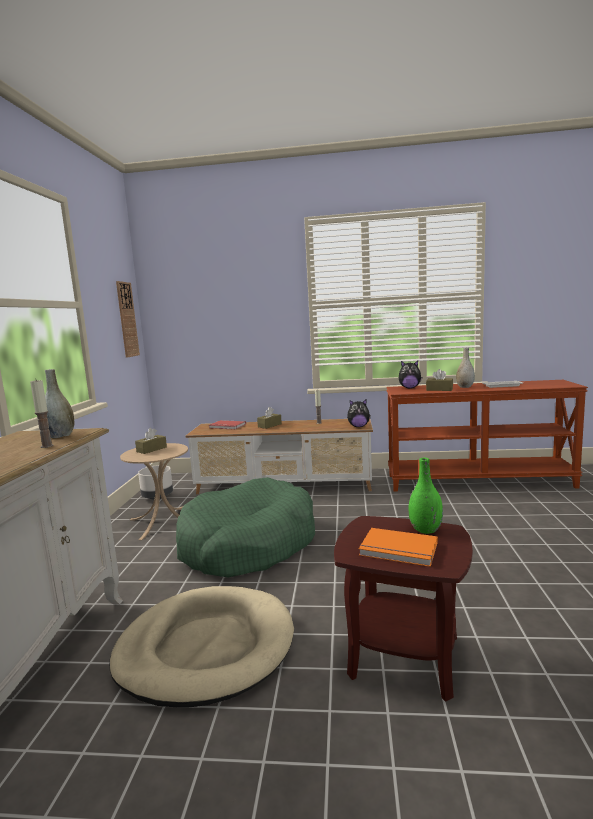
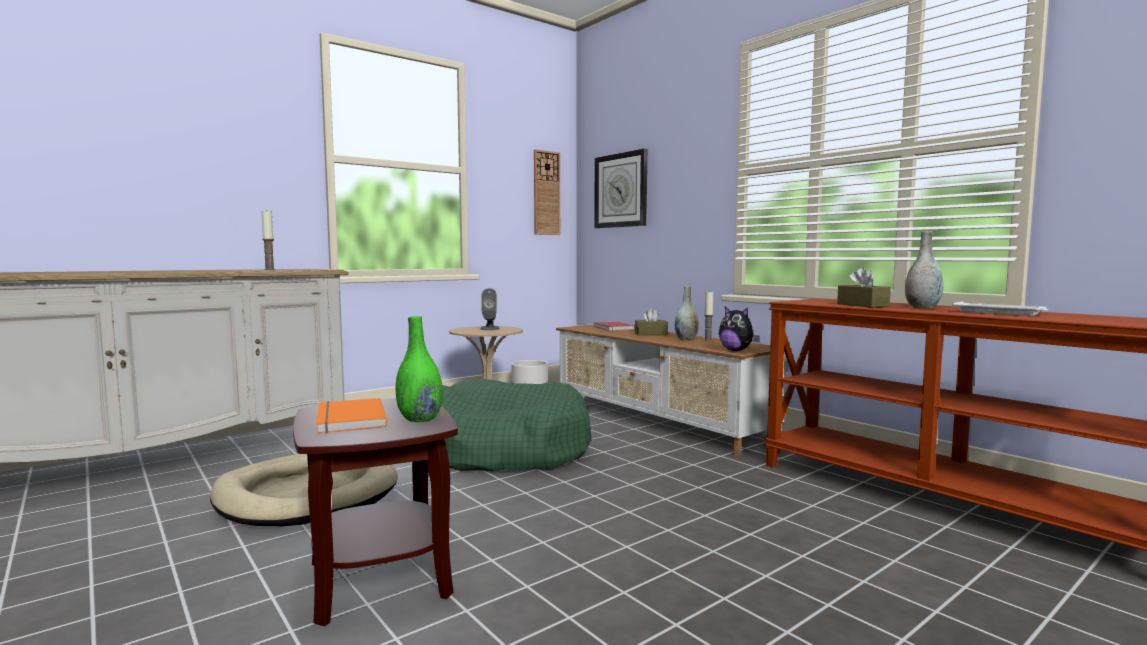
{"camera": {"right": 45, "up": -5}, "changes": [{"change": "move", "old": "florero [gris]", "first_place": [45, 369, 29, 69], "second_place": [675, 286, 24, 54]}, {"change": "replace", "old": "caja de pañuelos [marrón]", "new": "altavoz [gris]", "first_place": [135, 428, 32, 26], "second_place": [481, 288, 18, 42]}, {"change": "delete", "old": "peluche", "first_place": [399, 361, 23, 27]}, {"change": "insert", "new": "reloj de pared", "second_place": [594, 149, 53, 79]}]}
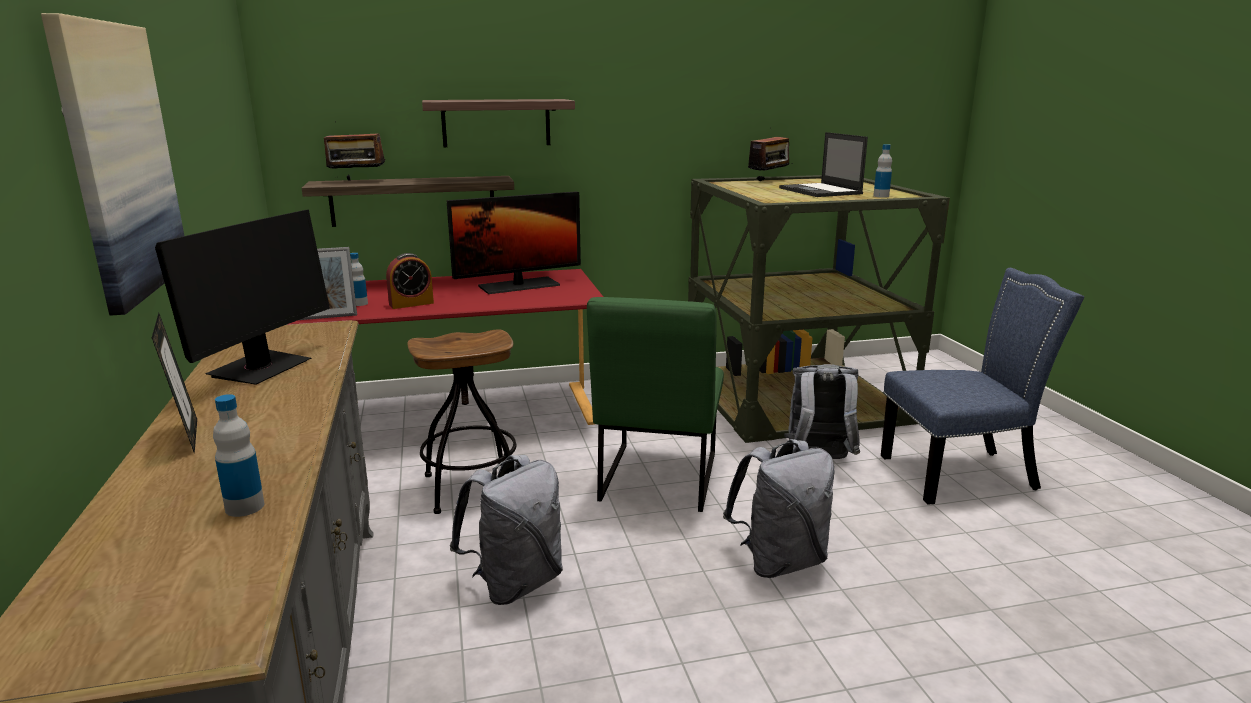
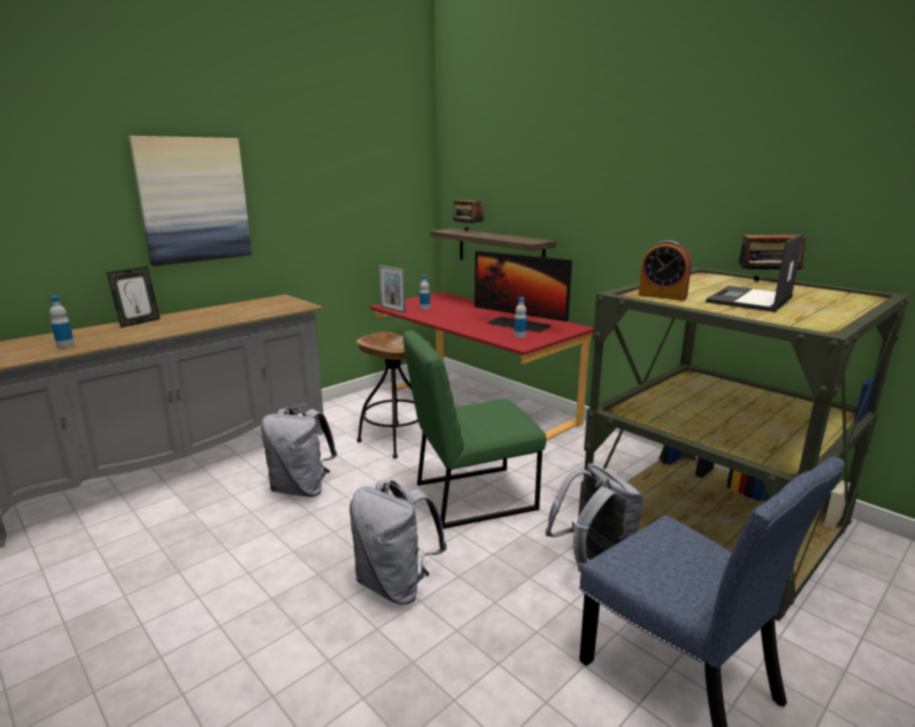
{"camera": {"right": 60, "up": 0}, "changes": [{"change": "delete", "old": "monitor", "first_place": [155, 210, 175, 175]}, {"change": "move", "old": "despertador", "first_place": [386, 253, 48, 56], "second_place": [639, 240, 52, 61]}, {"change": "delete", "old": "estante", "first_place": [422, 99, 153, 48]}, {"change": "move", "old": "botella", "first_place": [873, 144, 19, 54], "second_place": [514, 297, 13, 41]}]}
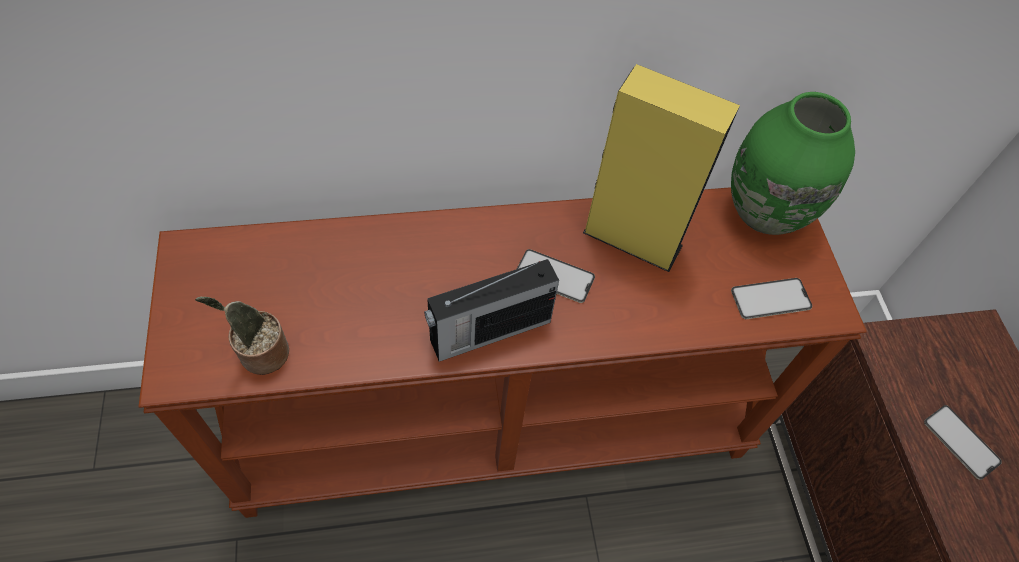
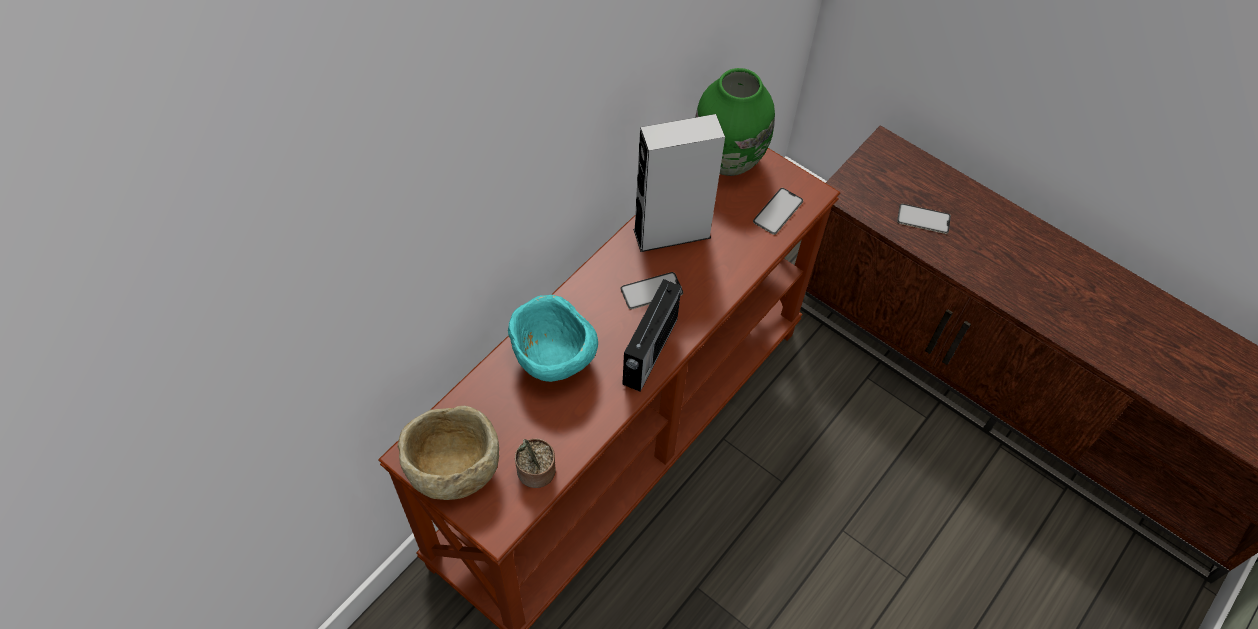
{"camera": {"right": -40, "up": 0}, "changes": [{"change": "recolor", "old": "altavoz [amarillo]", "new": "altavoz [gris]", "first_place": [583, 64, 157, 208], "second_place": [633, 114, 92, 138]}, {"change": "insert", "new": "cuenco [beis]", "second_place": [398, 406, 101, 94]}, {"change": "insert", "new": "cuenco [turquesa]", "second_place": [508, 295, 90, 87]}]}
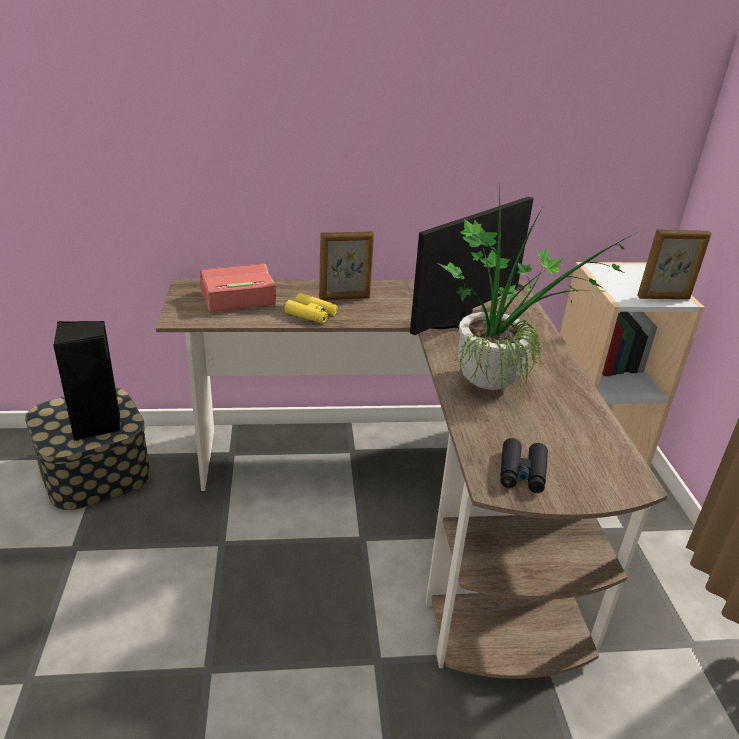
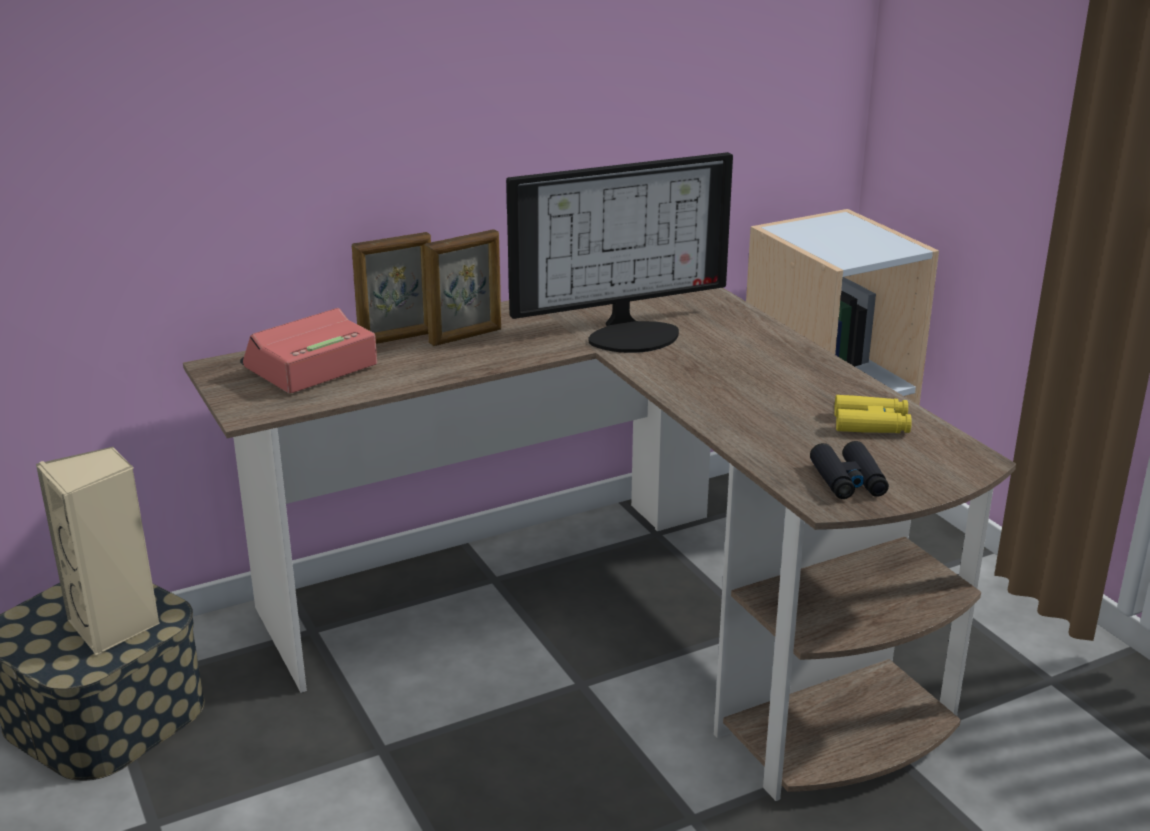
{"camera": {"right": -20, "up": -5}, "changes": [{"change": "recolor", "old": "altavoz [negro]", "new": "altavoz [beis]", "first_place": [53, 321, 67, 120], "second_place": [36, 447, 123, 209]}, {"change": "move", "old": "prismáticos [amarillo]", "first_place": [284, 293, 53, 30], "second_place": [834, 395, 78, 38]}, {"change": "rotate", "old": "monitor", "first_place": [410, 197, 123, 138], "second_place": [506, 152, 227, 201], "degrees": -135}, {"change": "delete", "old": "planta en maceta", "first_place": [437, 181, 195, 214]}, {"change": "move", "old": "portarretratos", "first_place": [637, 229, 75, 70], "second_place": [352, 232, 79, 112]}]}
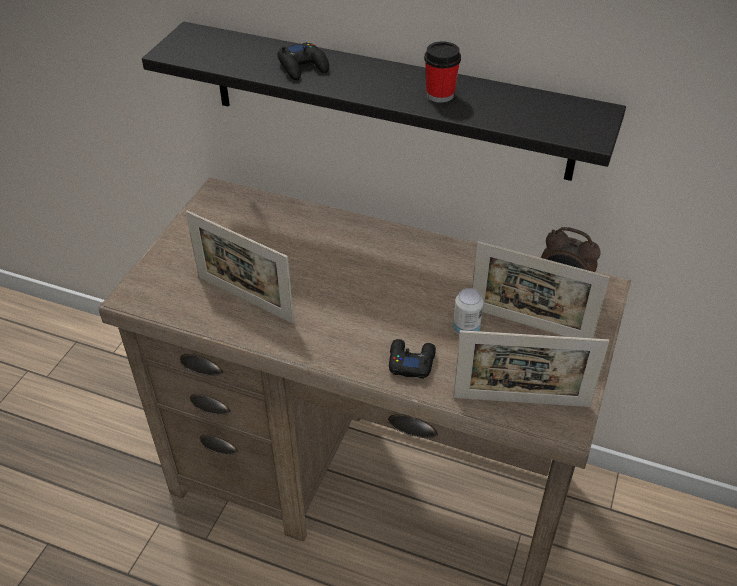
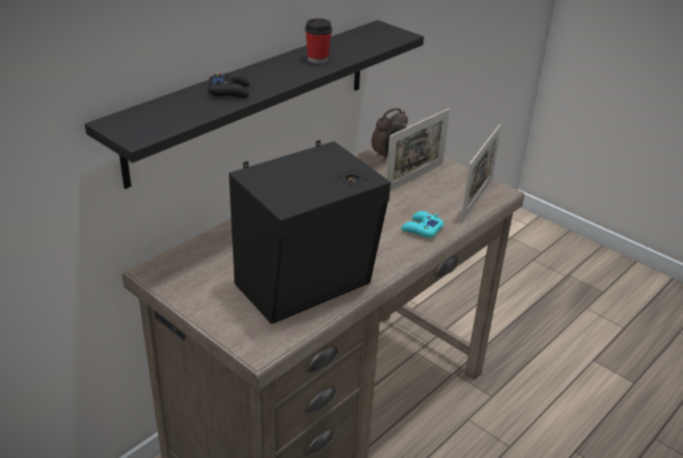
{"camera": {"right": -70, "up": -10}, "changes": [{"change": "replace", "old": "portarretratos", "new": "altavoz [negro]", "first_place": [185, 210, 109, 113], "second_place": [229, 140, 162, 184]}, {"change": "recolor", "old": "mando de consola [negro]", "new": "mando de consola [turquesa]", "first_place": [389, 339, 47, 40], "second_place": [402, 211, 42, 27]}, {"change": "delete", "old": "lata", "first_place": [453, 288, 31, 46]}]}
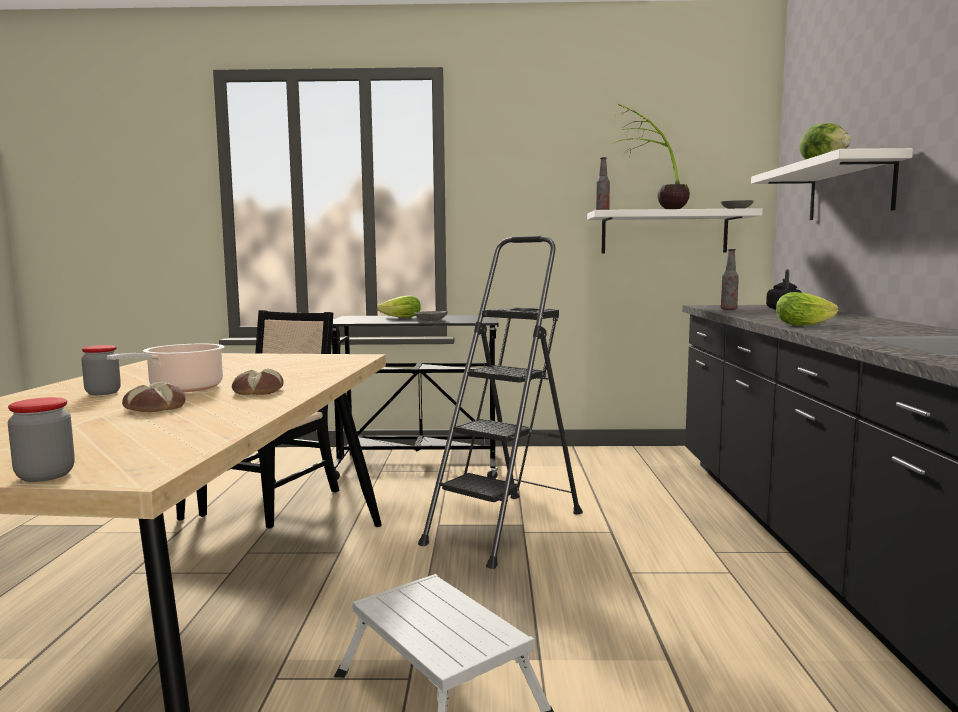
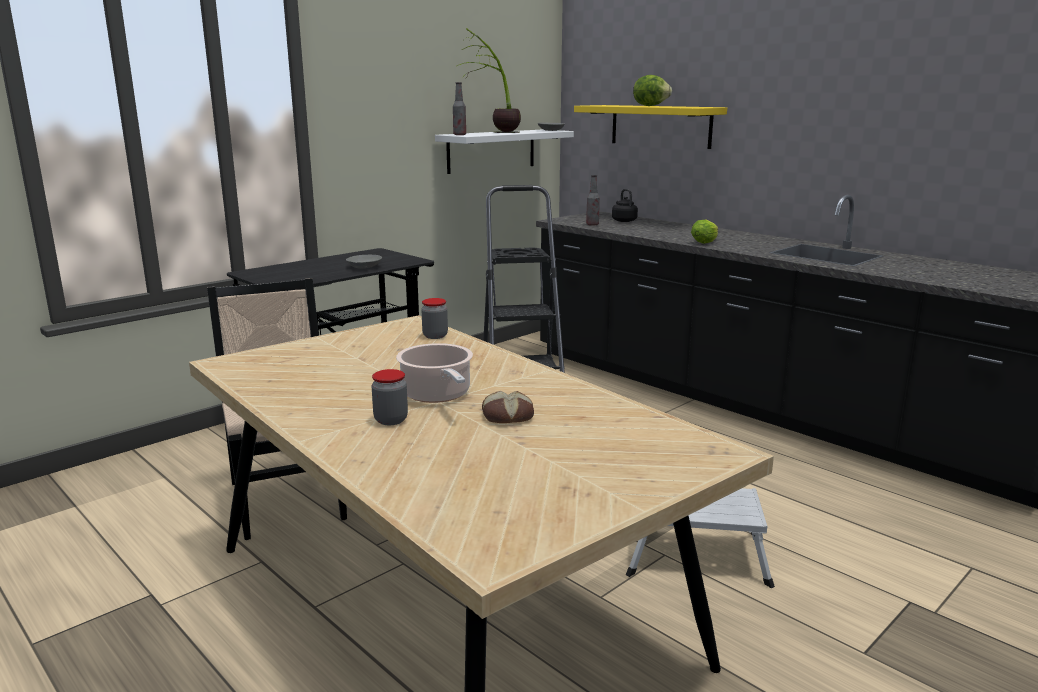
{"camera": {"right": -45, "up": 10}, "changes": [{"change": "move", "old": "tarro", "first_place": [8, 397, 67, 85], "second_place": [421, 298, 27, 41]}, {"change": "delete", "old": "pan", "first_place": [232, 368, 52, 27]}, {"change": "delete", "old": "lechuga", "first_place": [377, 296, 44, 22]}, {"change": "recolor", "old": "estante [blanco]", "new": "estante [amarillo]", "first_place": [751, 148, 162, 72], "second_place": [574, 105, 153, 44]}]}
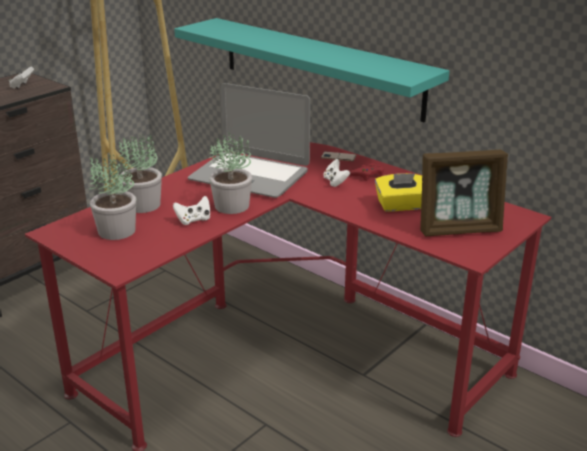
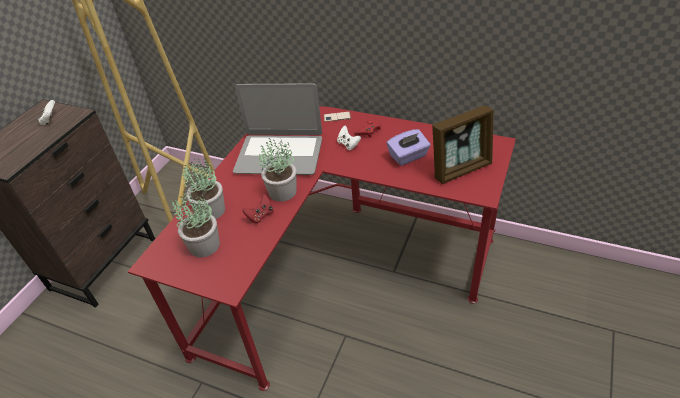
{"camera": {"right": -15, "up": 15}, "changes": [{"change": "recolor", "old": "mando de consola [blanco]", "new": "mando de consola [rojo]", "first_place": [173, 196, 37, 29], "second_place": [242, 194, 32, 30]}, {"change": "delete", "old": "estante [turquesa]", "first_place": [174, 18, 275, 105]}, {"change": "recolor", "old": "caja de pañuelos [amarillo]", "new": "caja de pañuelos [morado]", "first_place": [375, 173, 47, 39], "second_place": [387, 129, 44, 37]}]}
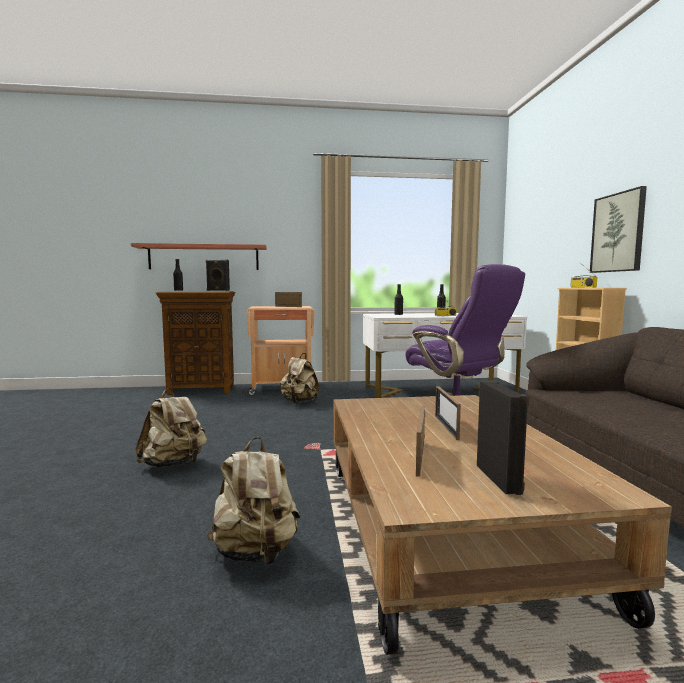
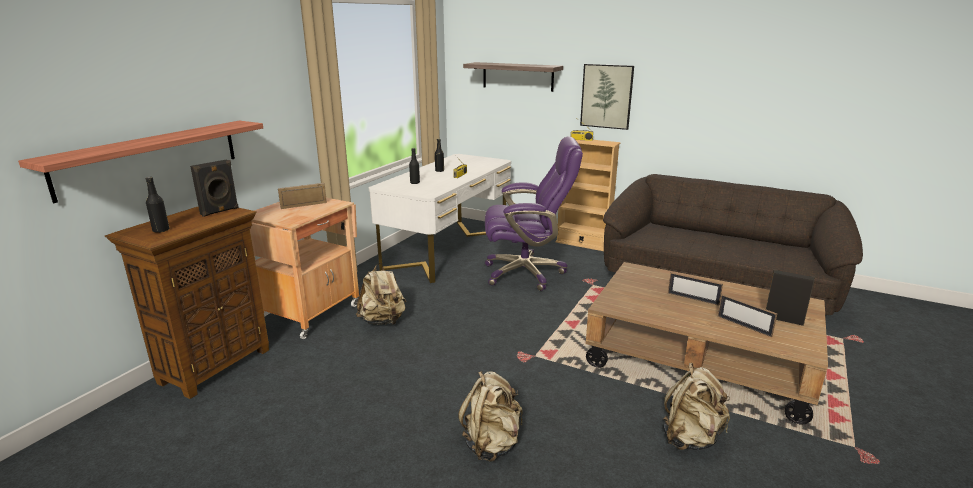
{"camera": {"right": -55, "up": 15}, "changes": [{"change": "insert", "new": "estante", "second_place": [463, 62, 100, 30]}]}
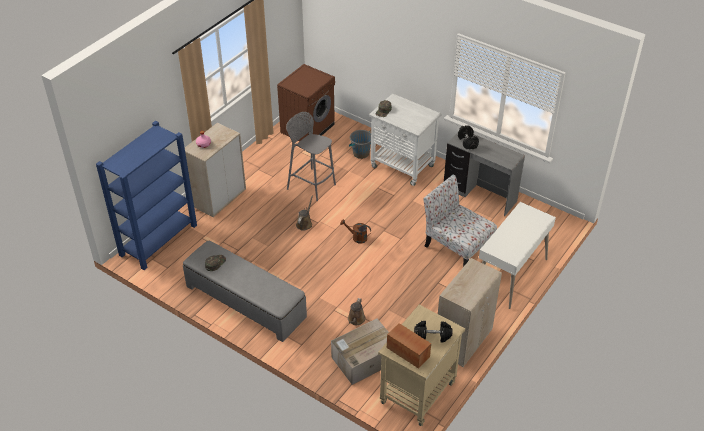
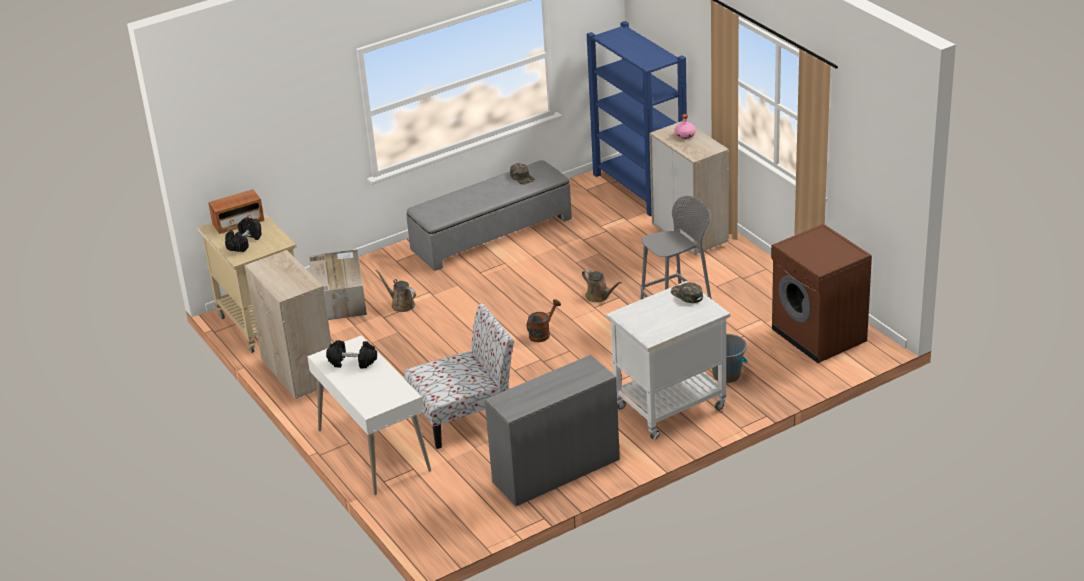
{"camera": {"right": 115, "up": -10}, "changes": [{"change": "move", "old": "mancuerna [negro]", "first_place": [458, 125, 21, 24], "second_place": [326, 340, 51, 28]}]}
